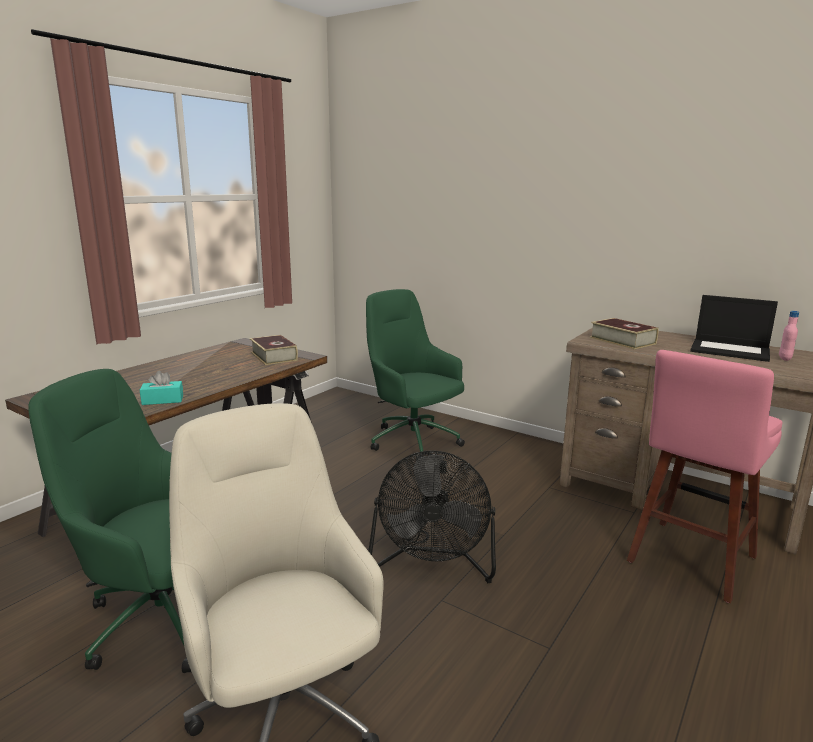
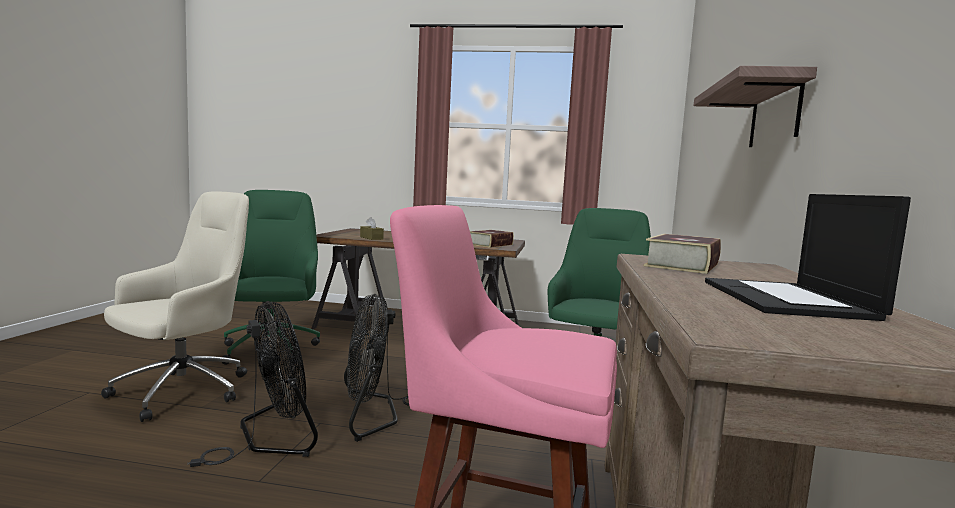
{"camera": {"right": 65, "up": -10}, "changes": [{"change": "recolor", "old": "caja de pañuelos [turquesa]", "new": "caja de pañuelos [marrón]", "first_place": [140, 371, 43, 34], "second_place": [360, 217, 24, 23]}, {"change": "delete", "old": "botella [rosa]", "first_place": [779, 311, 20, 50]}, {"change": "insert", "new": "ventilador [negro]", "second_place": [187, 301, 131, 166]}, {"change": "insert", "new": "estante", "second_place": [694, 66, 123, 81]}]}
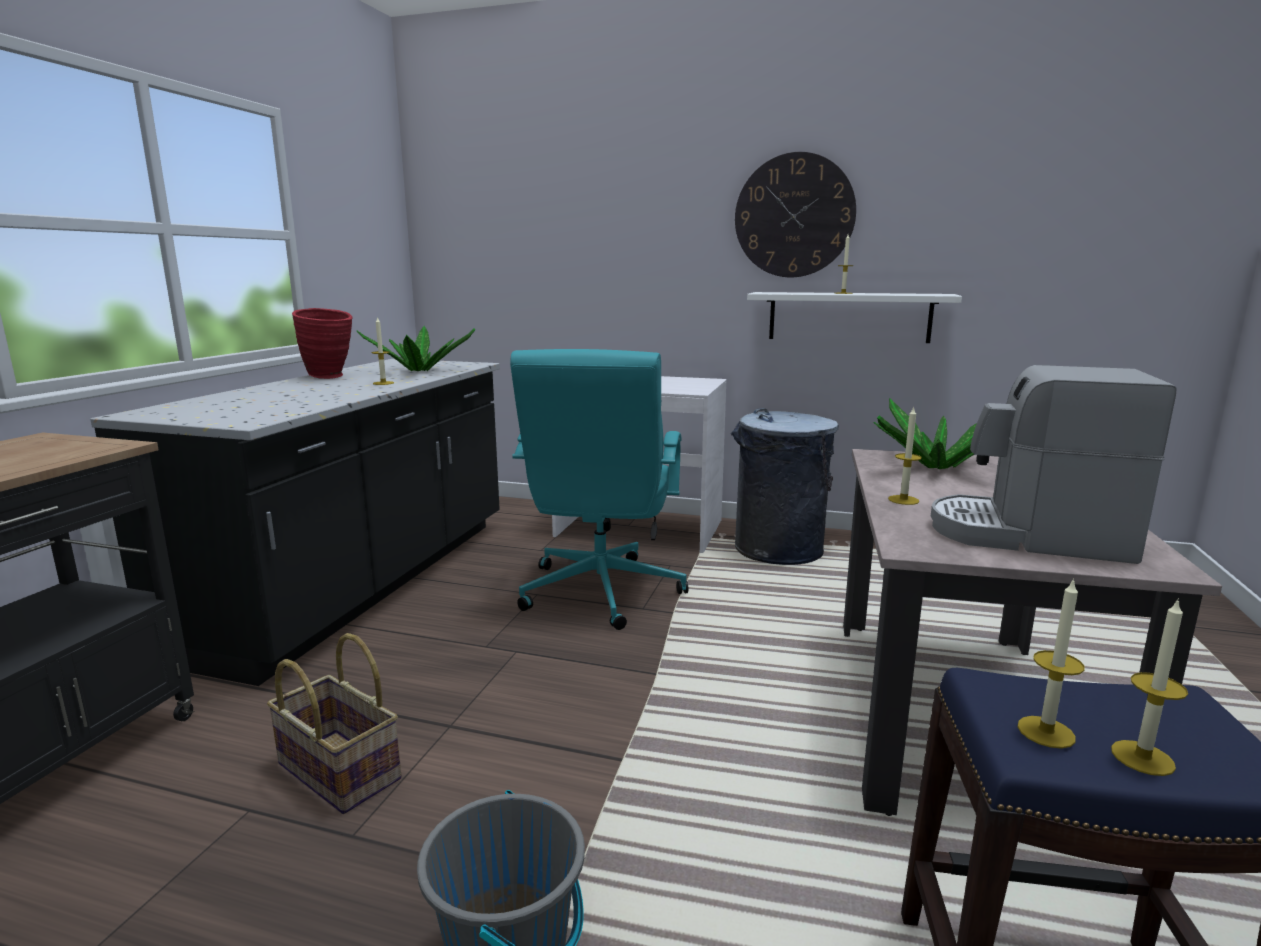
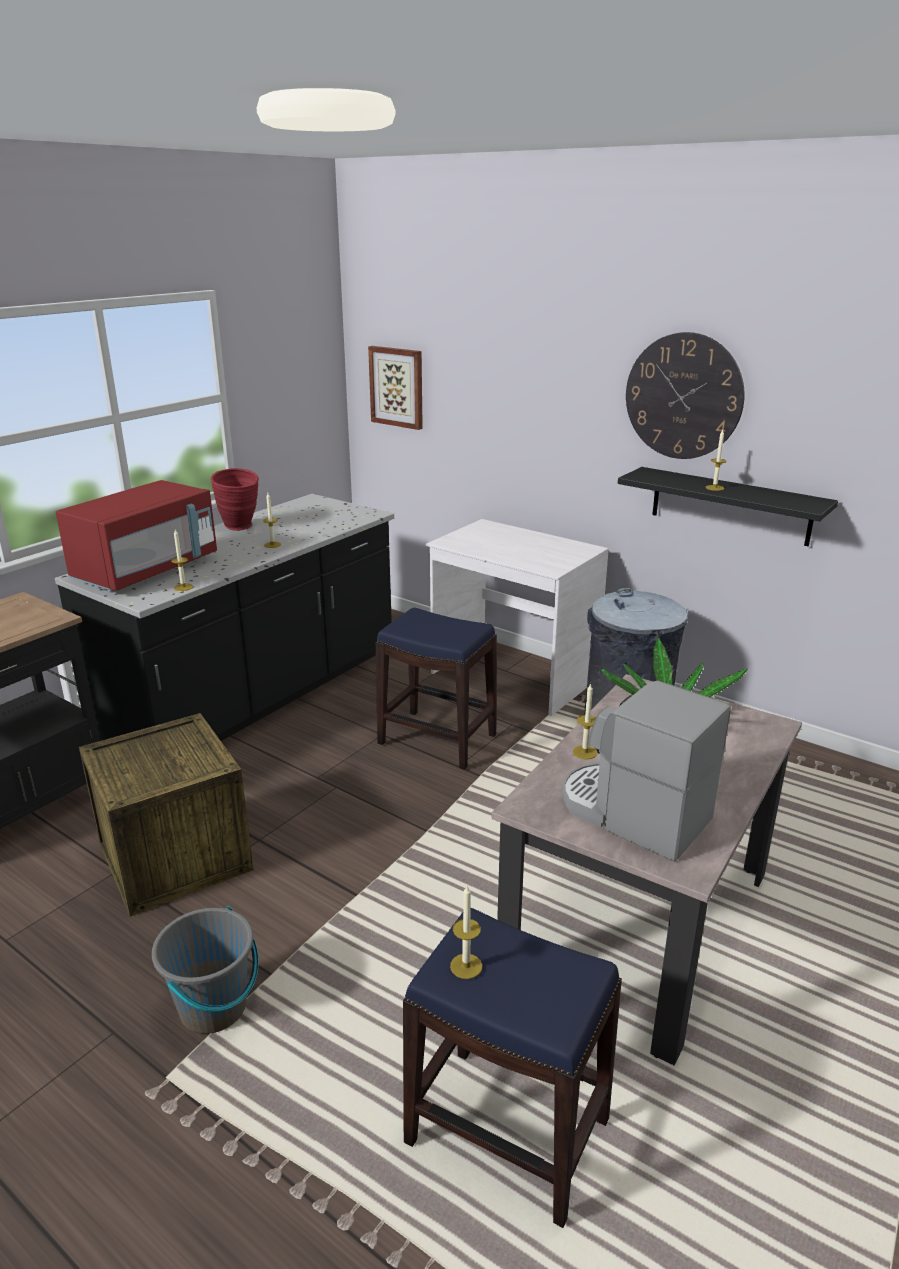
{"camera": {"right": 20, "up": 10}, "changes": [{"change": "replace", "old": "cesta", "new": "caja de embalaje", "first_place": [267, 633, 134, 181], "second_place": [79, 713, 175, 204]}, {"change": "delete", "old": "planta en maceta", "first_place": [357, 326, 119, 45]}, {"change": "replace", "old": "silla de oficina [turquesa]", "new": "taburete", "first_place": [510, 349, 179, 281], "second_place": [376, 608, 121, 162]}, {"change": "recolor", "old": "estante [blanco]", "new": "estante [negro]", "first_place": [747, 292, 215, 51], "second_place": [618, 467, 220, 79]}, {"change": "move", "old": "vela", "first_place": [1111, 598, 77, 178], "second_place": [171, 530, 22, 61]}, {"change": "insert", "new": "microondas [rojo]", "second_place": [56, 480, 161, 111]}, {"change": "insert", "new": "cuadro", "second_place": [368, 346, 55, 84]}]}
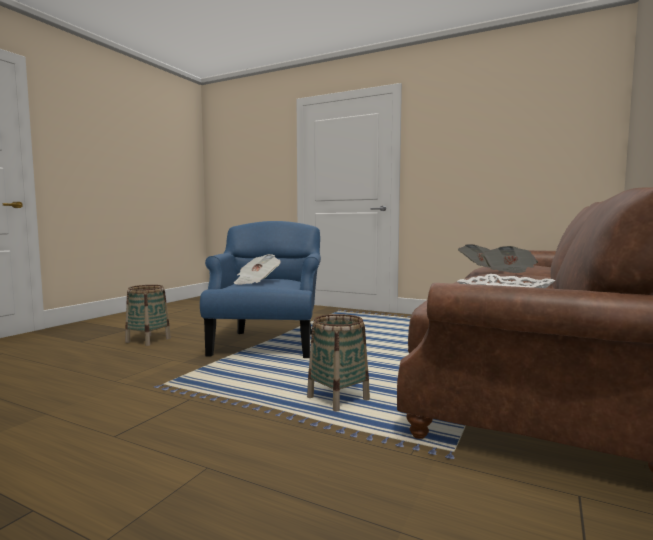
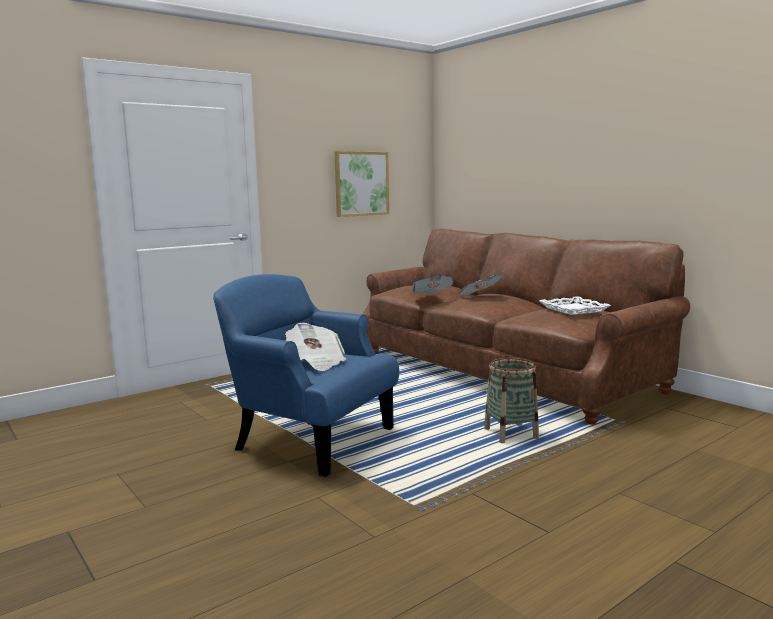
{"camera": {"right": -65, "up": 5}, "changes": [{"change": "delete", "old": "cesta", "first_place": [125, 285, 46, 61]}, {"change": "insert", "new": "cuadro", "second_place": [335, 151, 54, 66]}]}
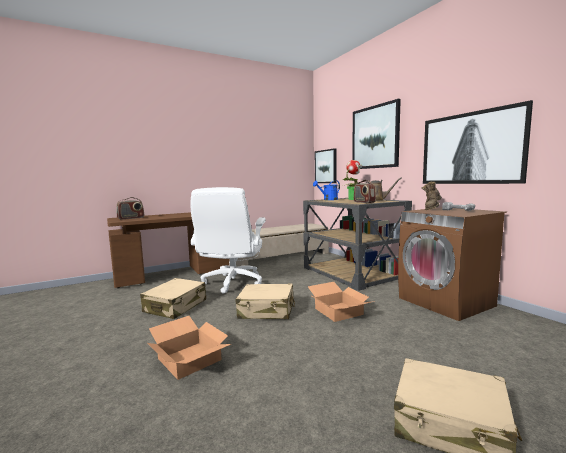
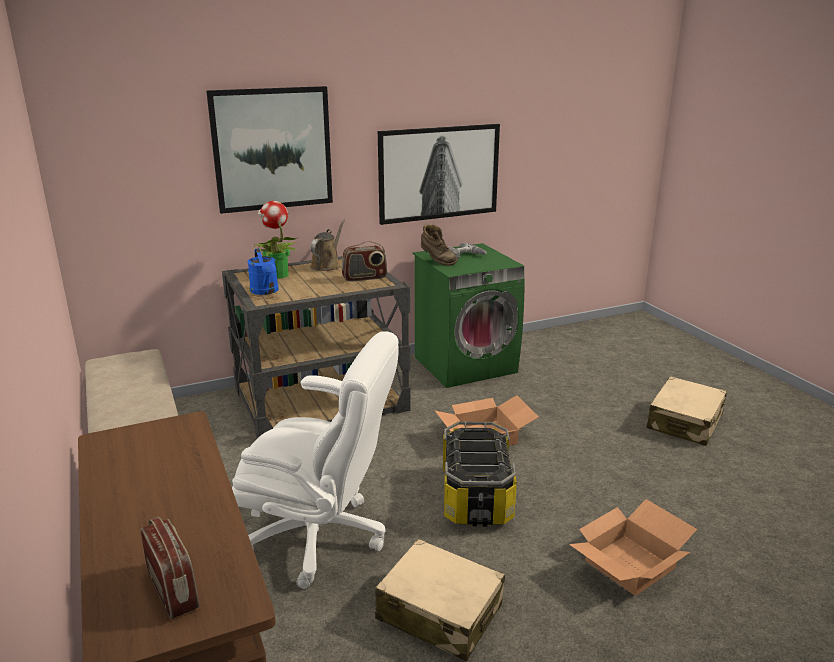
{"camera": {"right": -85, "up": 15}, "changes": [{"change": "replace", "old": "maleta [beis]", "new": "caja de almacenaje", "first_place": [236, 284, 59, 35], "second_place": [443, 422, 74, 105]}, {"change": "delete", "old": "cuadro", "first_place": [315, 148, 21, 35]}, {"change": "recolor", "old": "lavadora [marrón]", "new": "lavadora [verde]", "first_place": [398, 207, 109, 114], "second_place": [412, 243, 113, 145]}]}
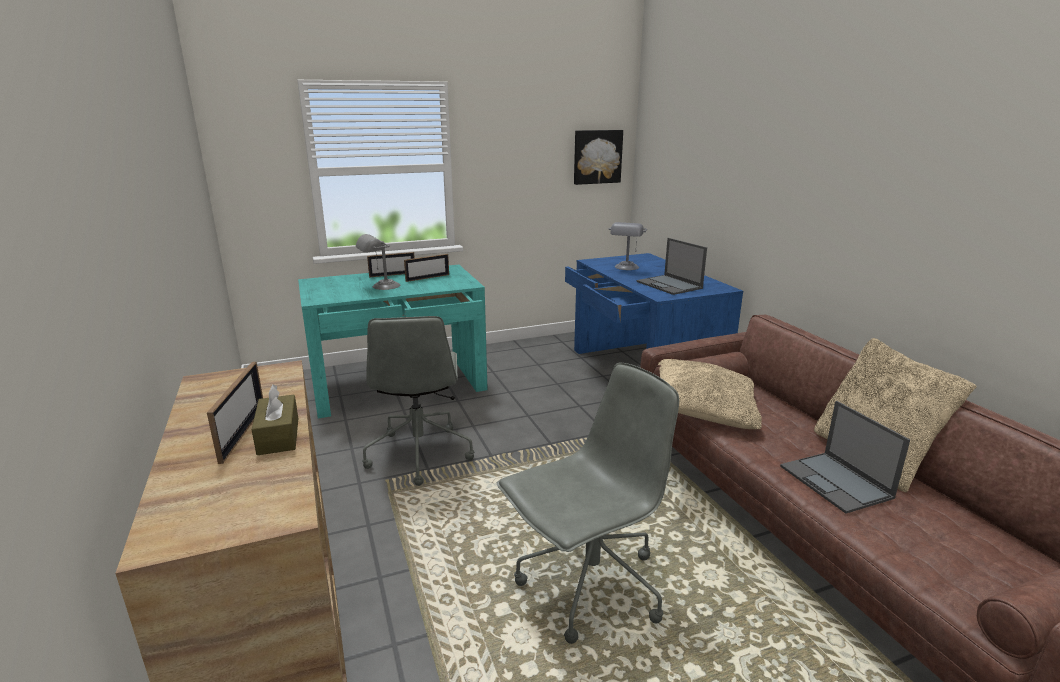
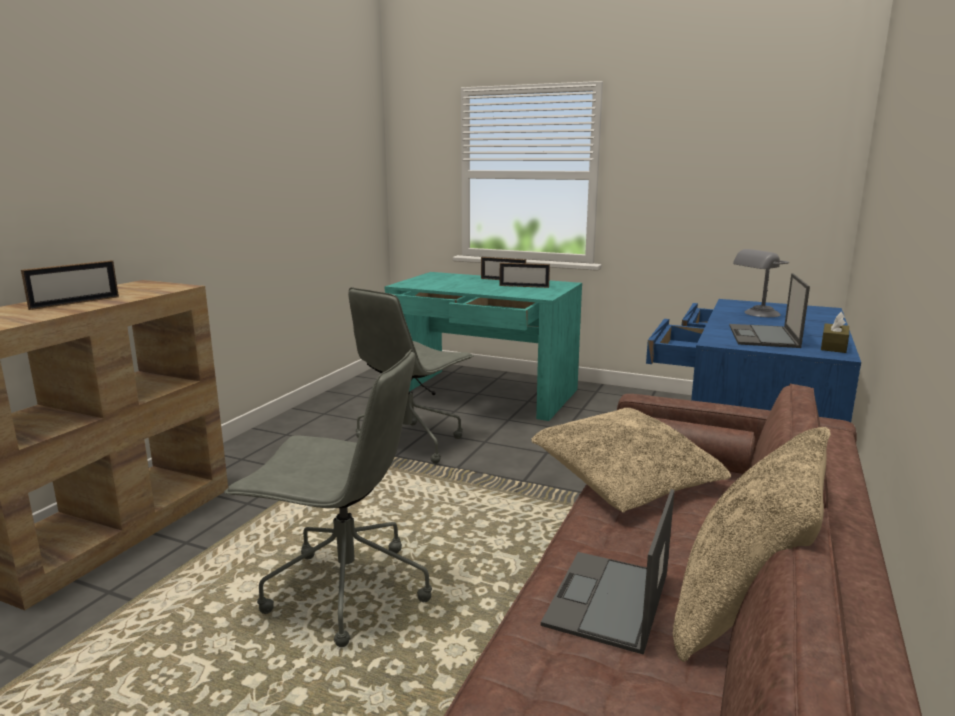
{"camera": {"right": 45, "up": -5}, "changes": [{"change": "move", "old": "caja de pañuelos [marrón]", "first_place": [251, 384, 47, 71], "second_place": [821, 312, 28, 41]}, {"change": "delete", "old": "lámpara de mesa [gris]", "first_place": [356, 234, 44, 56]}, {"change": "delete", "old": "cuadro", "first_place": [574, 130, 49, 55]}]}
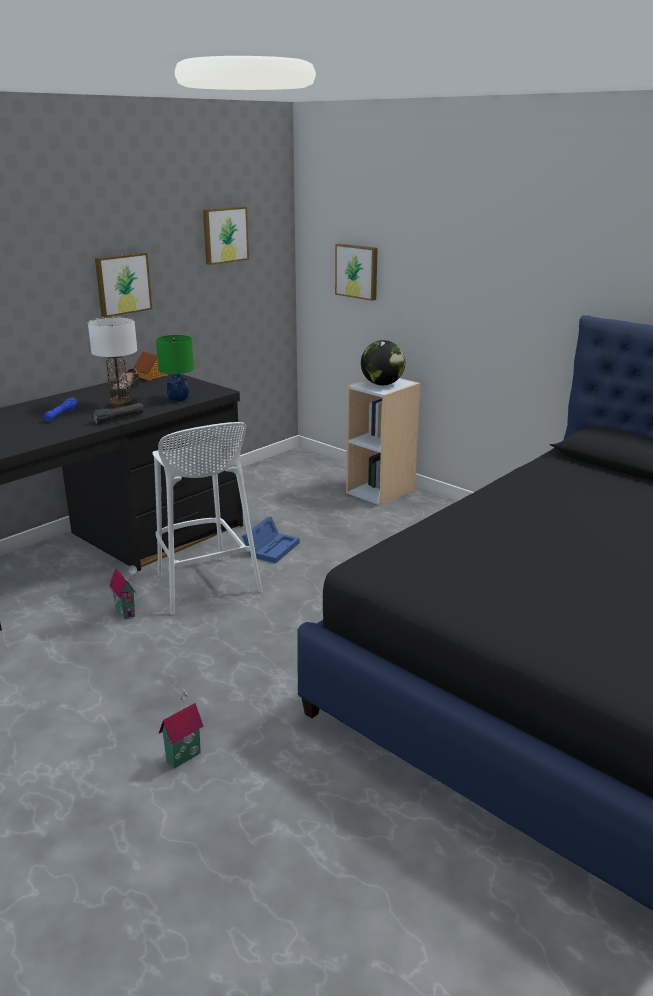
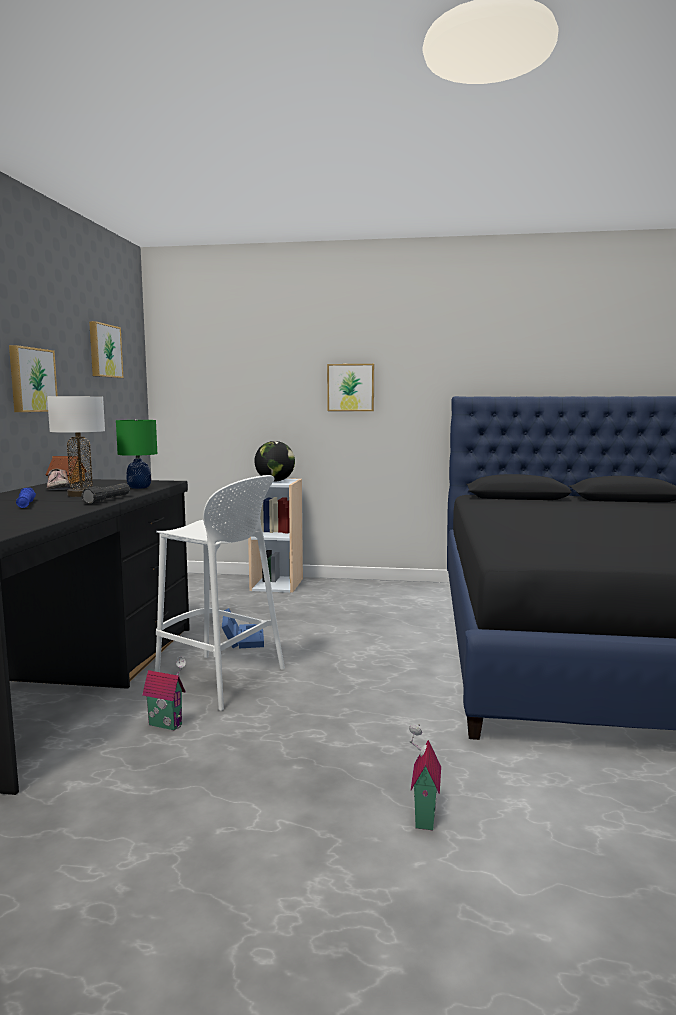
{"camera": {"right": -35, "up": -15}, "changes": [{"change": "move", "old": "cuadro", "first_place": [335, 244, 43, 57], "second_place": [327, 364, 47, 47]}]}
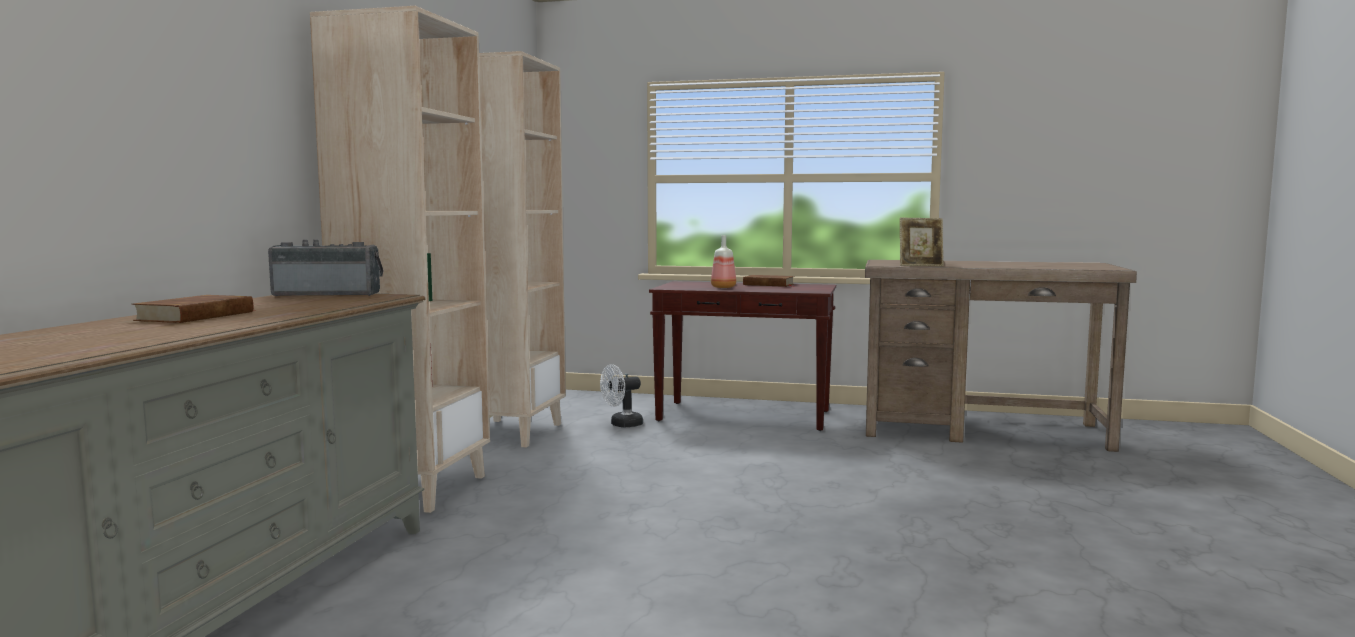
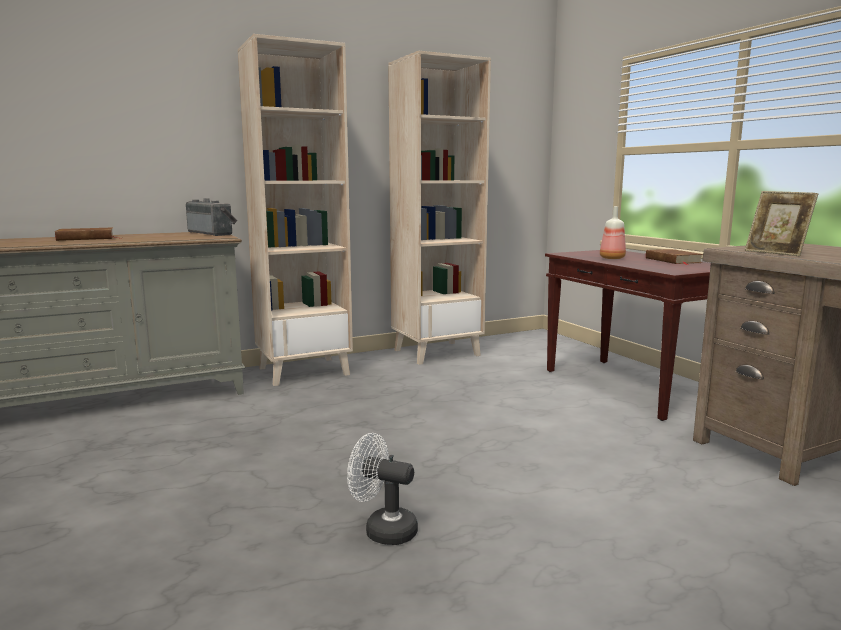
{"camera": {"right": 50, "up": 5}, "changes": [{"change": "move", "old": "ventilador [blanco]", "first_place": [600, 364, 43, 63], "second_place": [347, 433, 71, 112]}]}
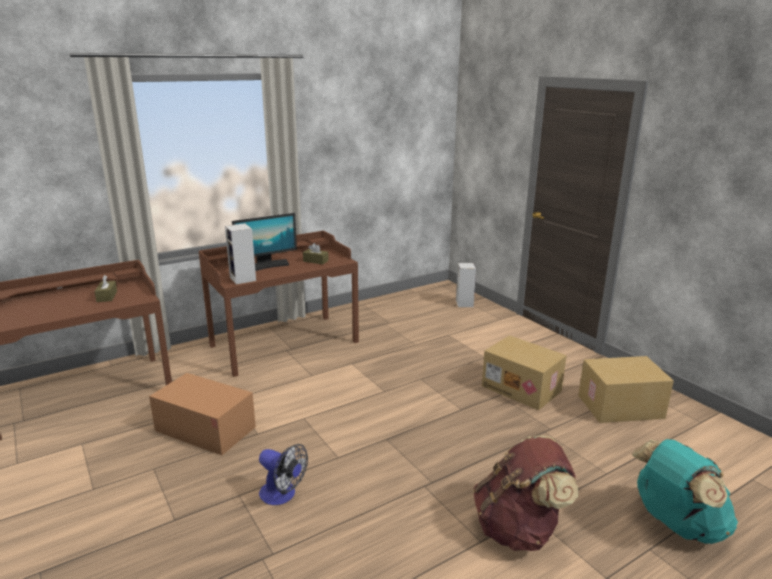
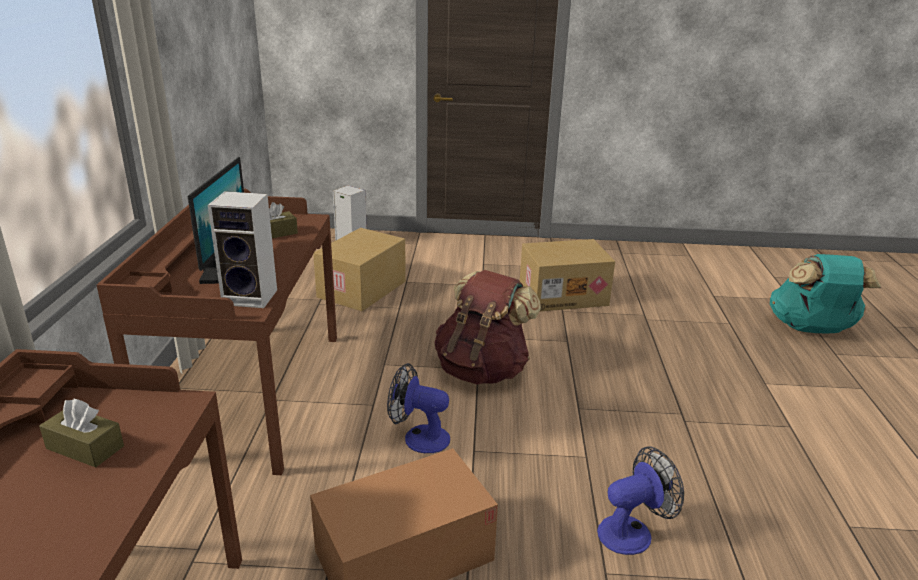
{"camera": {"right": -55, "up": 5}, "changes": [{"change": "move", "old": "mochila [marrón]", "first_place": [473, 436, 105, 115], "second_place": [435, 270, 106, 114]}, {"change": "move", "old": "caja de cartón", "first_place": [578, 356, 96, 67], "second_place": [313, 228, 93, 83]}, {"change": "insert", "new": "ventilador", "second_place": [387, 363, 63, 90]}]}
